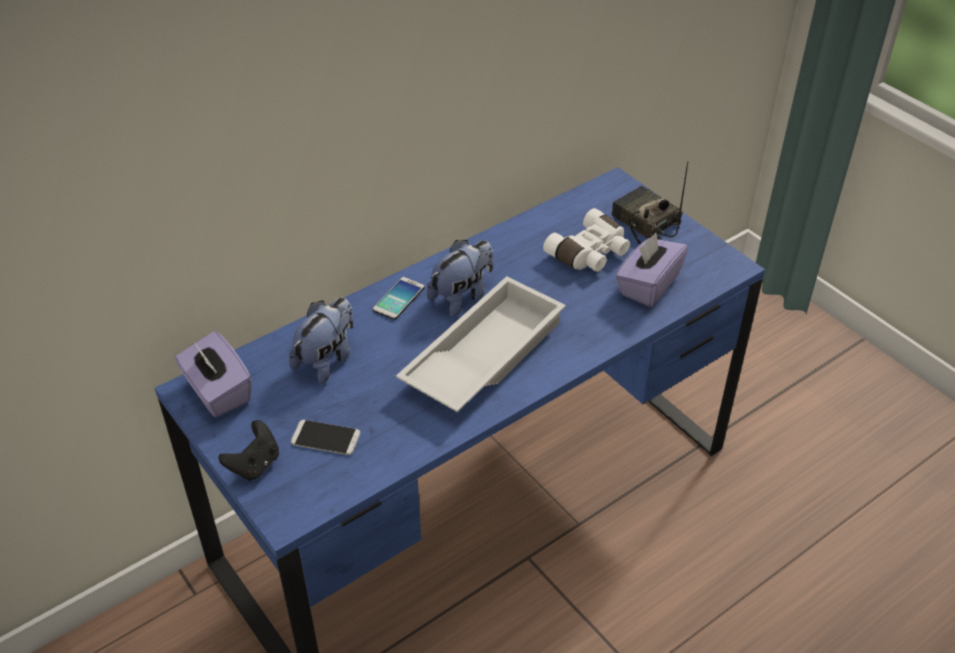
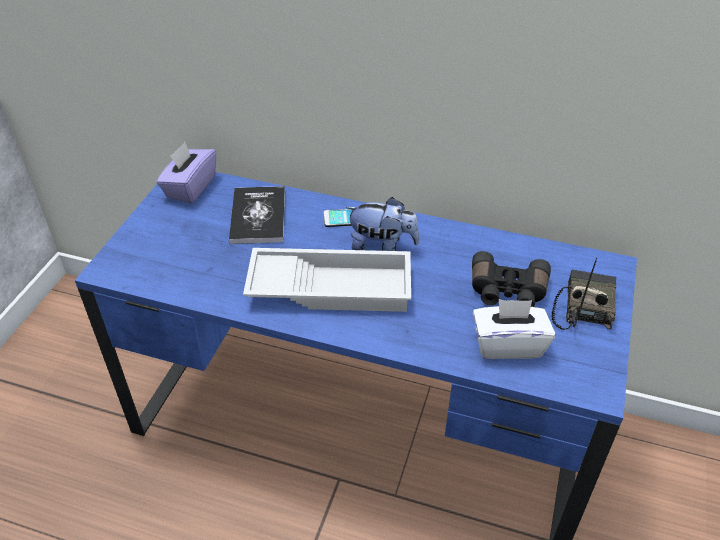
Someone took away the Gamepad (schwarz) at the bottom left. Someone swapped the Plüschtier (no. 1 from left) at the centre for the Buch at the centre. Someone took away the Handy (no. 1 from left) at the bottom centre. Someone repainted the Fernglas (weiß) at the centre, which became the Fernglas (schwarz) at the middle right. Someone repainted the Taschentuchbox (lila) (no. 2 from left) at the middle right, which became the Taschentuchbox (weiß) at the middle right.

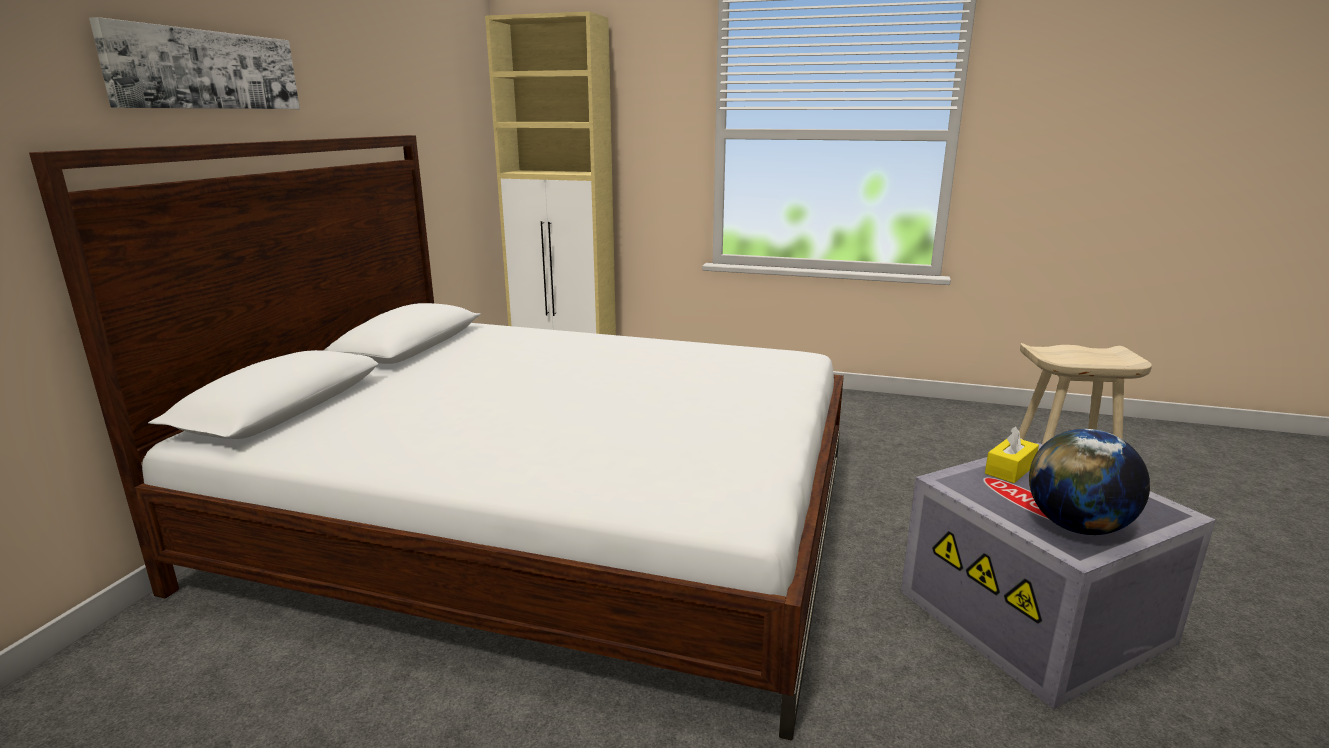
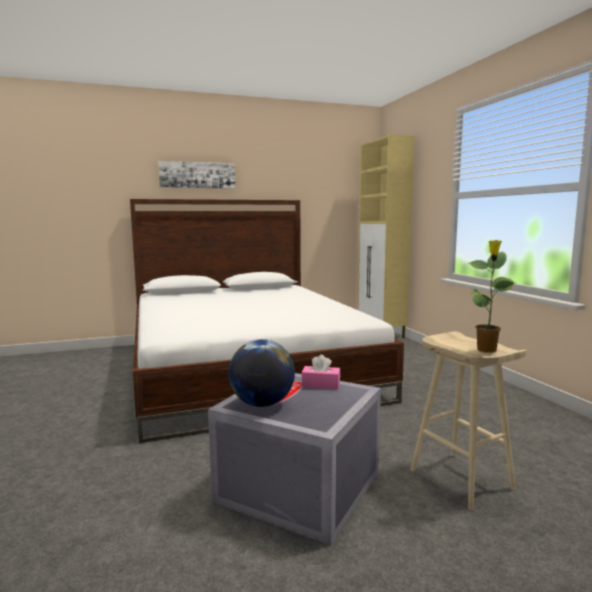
Someone repainted the Taschentuchbox (gelb) at the middle right, which became the Taschentuchbox (rosa) at the centre. Someone put down the Topfpflanze at the middle right.

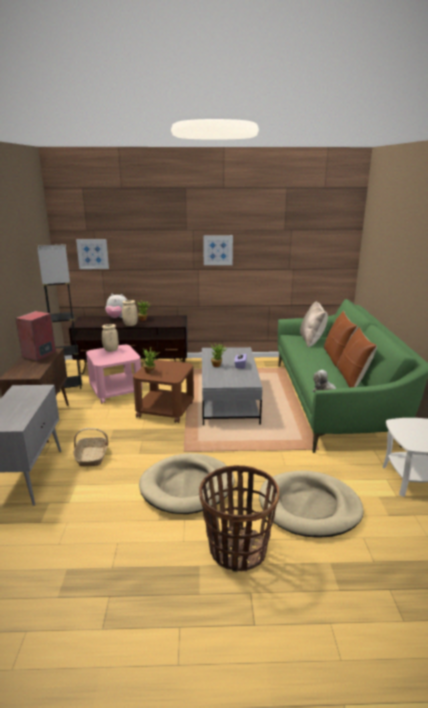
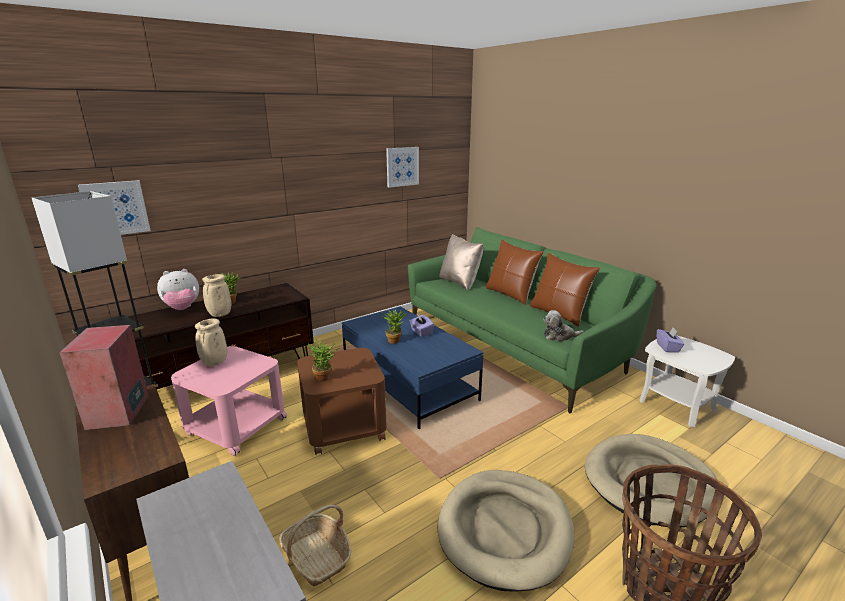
Someone repainted the Couchtisch (grau) at the centre, which became the Couchtisch (blau) at the centre. Someone carried the Bild (no. 2 from left) from the centre to the top centre. Someone put down the Taschentuchbox (lila) (no. 2 from left) at the middle right.

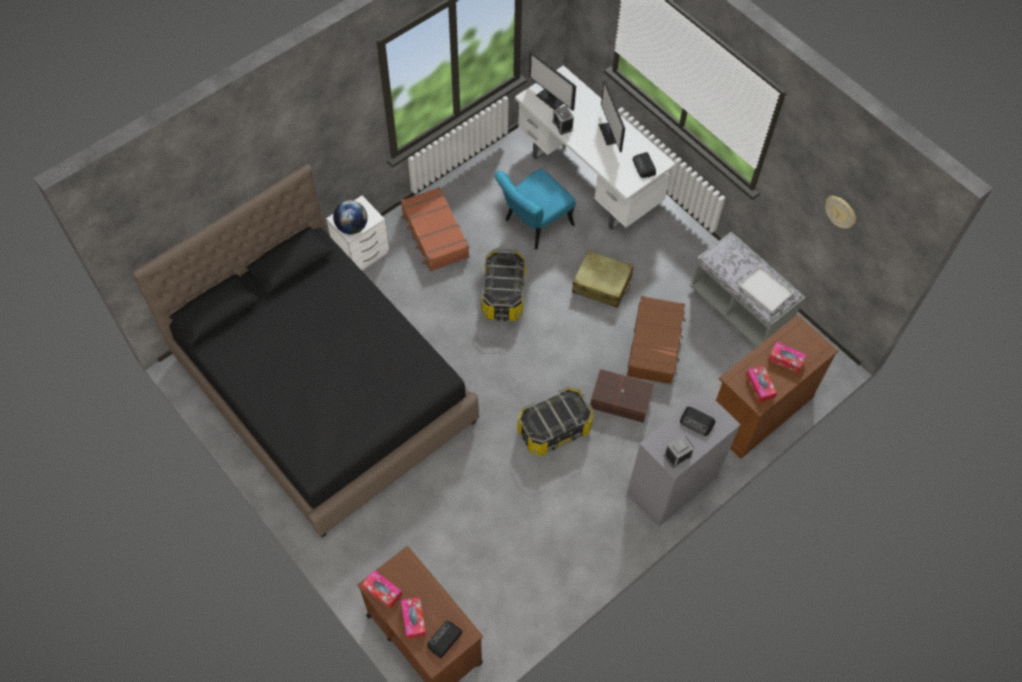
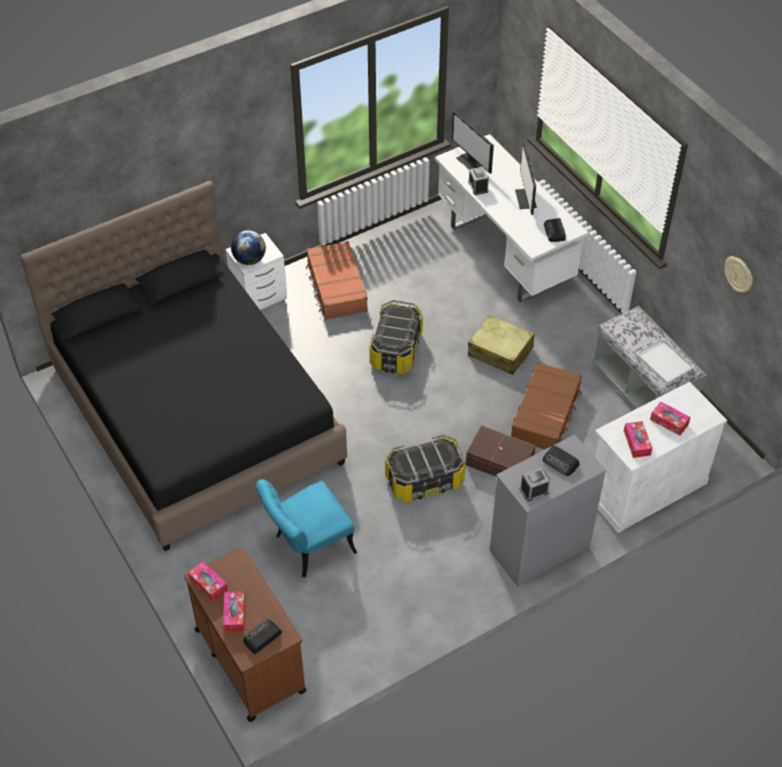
Someone carried the Stuhl (türkis) from the top centre to the bottom centre. Someone repainted the Schrank (braun) at the middle right, which became the Schrank (weiß) at the middle right.

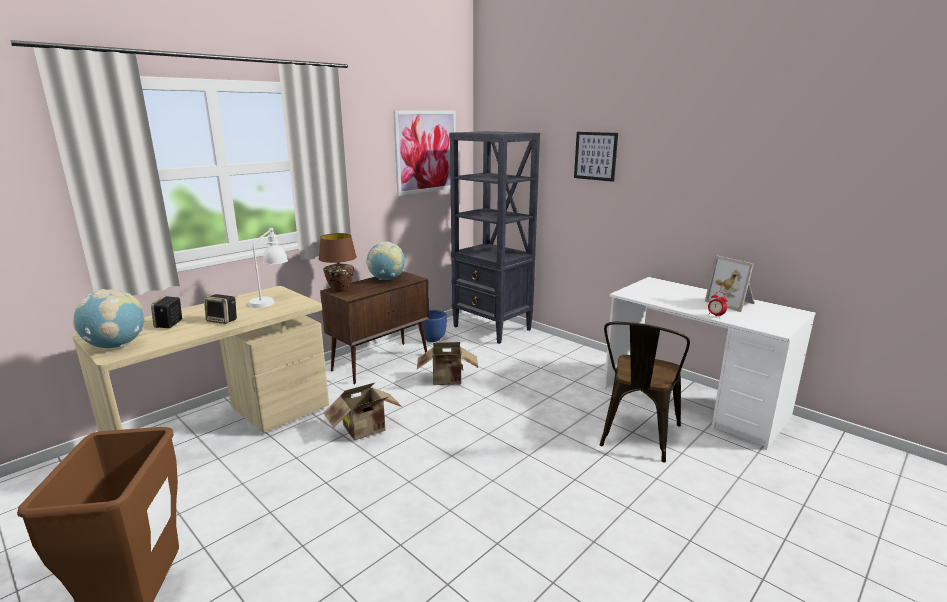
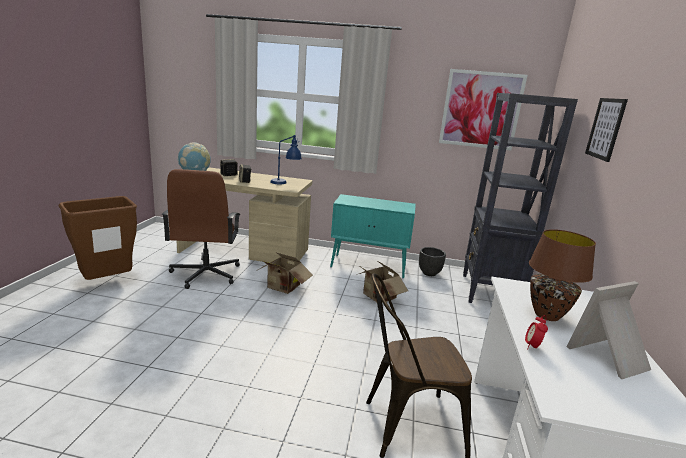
Someone repainted the Tischlampe (weiß) at the middle left, which became the Tischlampe (blau) at the centre. Someone carried the Tischlampe (braun) from the centre to the middle right. Someone repainted the Schrank (braun) at the centre, which became the Schrank (türkis) at the centre. Someone took away the Globus (no. 2 from left) at the centre. Someone repainted the Pflanzkübel (blau) at the centre, which became the Pflanzkübel (schwarz) at the centre. Someone rotated the Bilderrahmen at the middle right by 45 degrees clockwise. Someone put down the Bürostuhl (braun) at the middle left.

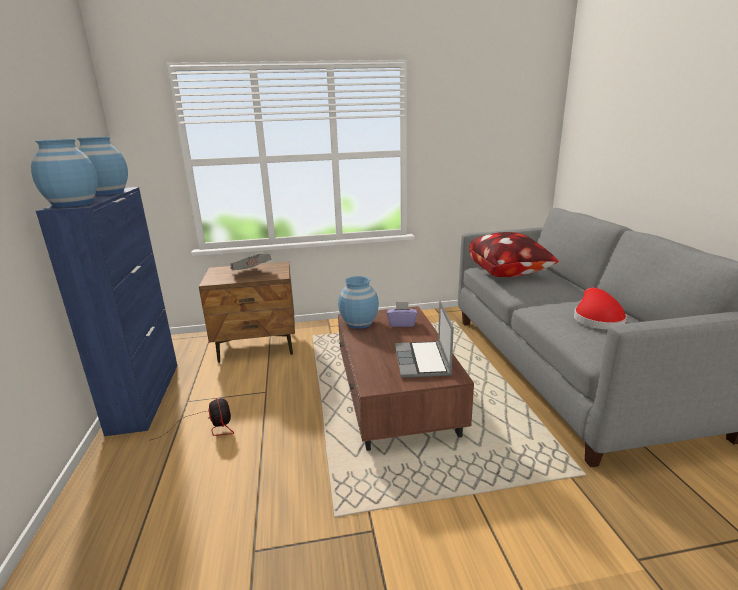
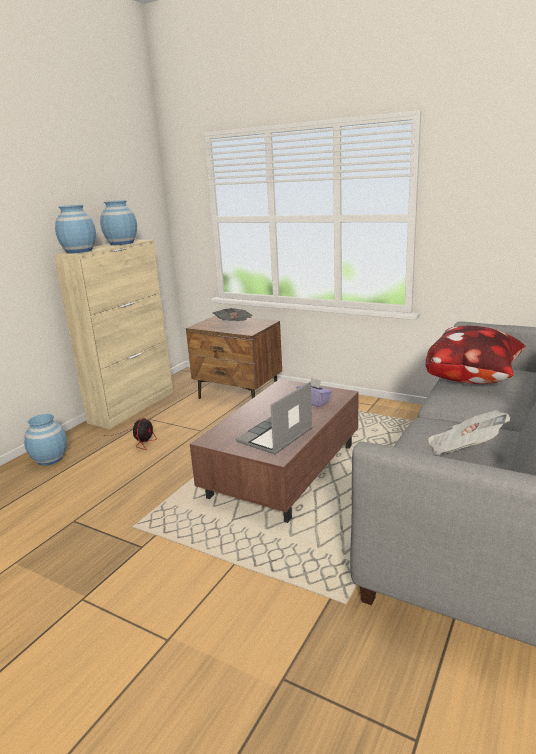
Someone repainted the Schrank (blau) at the middle left, which became the Schrank (beige) at the middle left. Someone carried the Vase (blau) (no. 3 from left in the first image) from the centre to the middle left. Someone swapped the Hut (rot) at the middle right for the Zeitung (no. 2 from left) at the middle right.

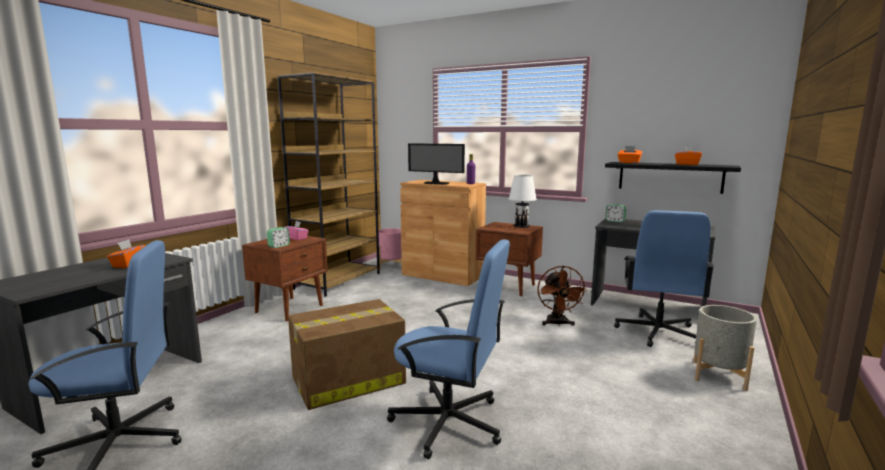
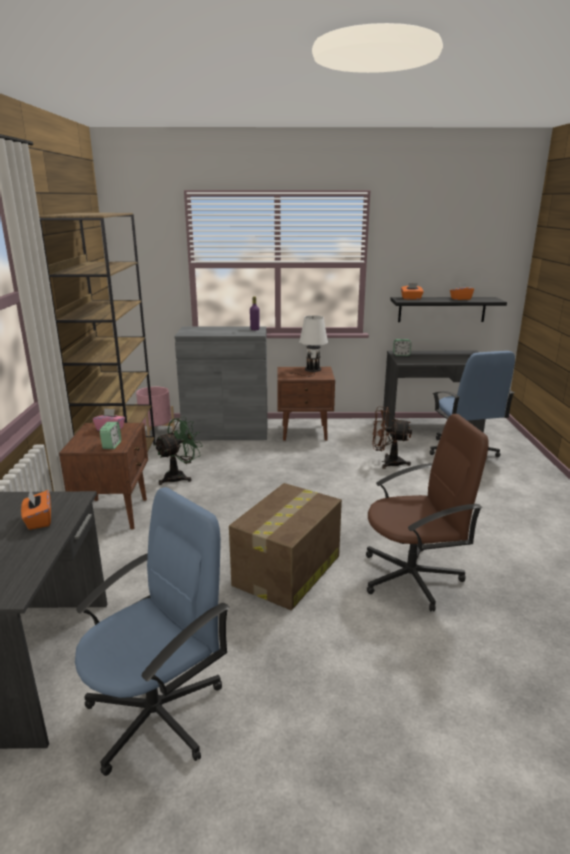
Someone repainted the Bürostuhl (blau) (no. 2 from left) at the bottom centre, which became the Bürostuhl (braun) at the middle right. Someone repainted the Schrank (braun) at the centre, which became the Schrank (grau) at the centre. Someone took away the Monitor at the centre. Someone rotated the Ventilator (braun) at the centre by 135 degrees clockwise. Someone took away the Pflanzkübel (grau) at the bottom right. Someone put down the Ventilator (grün) at the middle left.

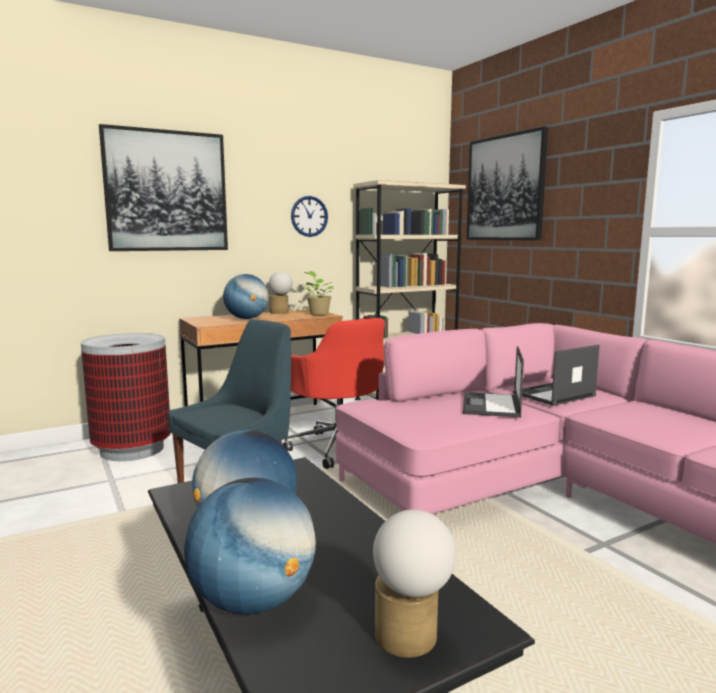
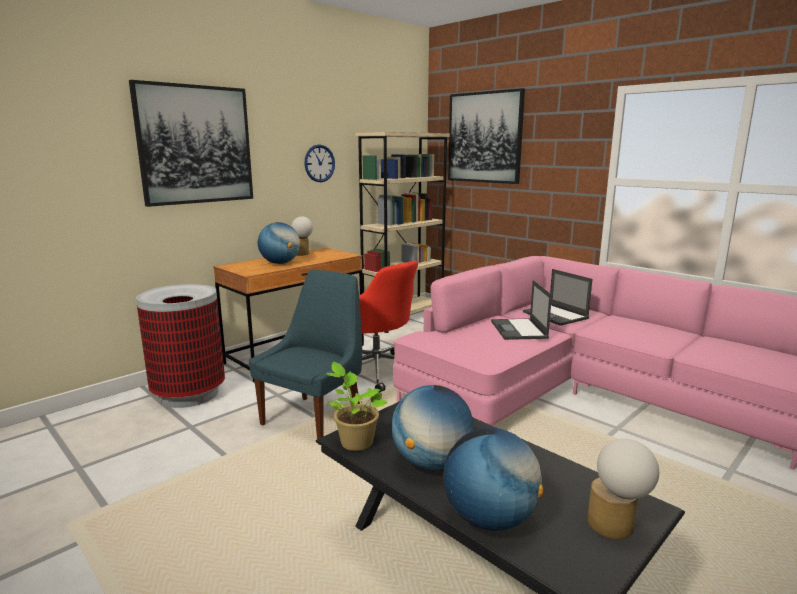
Someone carried the Topfpflanze from the centre to the bottom centre. Someone rotated the Laptop (no. 2 from left) at the middle right by 75 degrees counterclockwise.

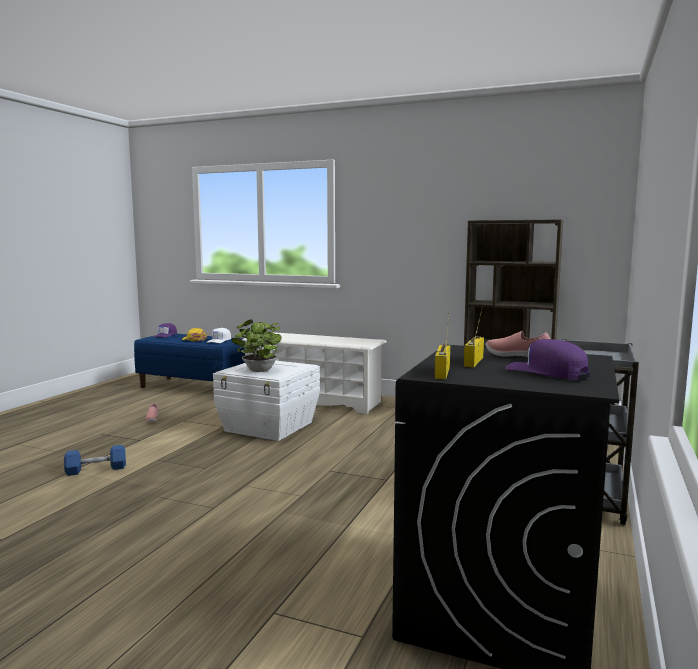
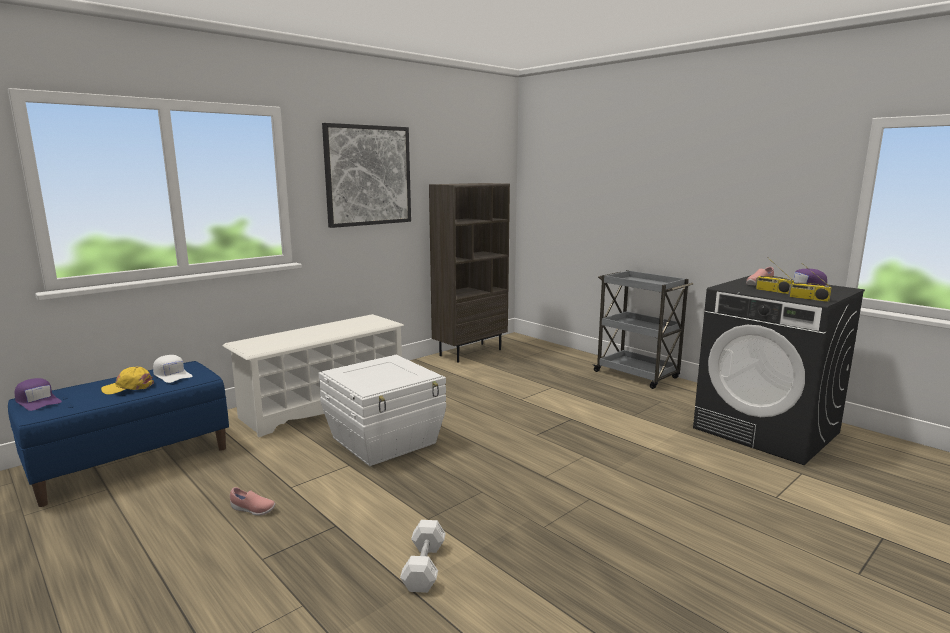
Someone repainted the Hantel (blau) at the bottom left, which became the Hantel (weiß) at the bottom centre. Someone took away the Topfpflanze at the centre. Someone put up the Bild at the top centre.

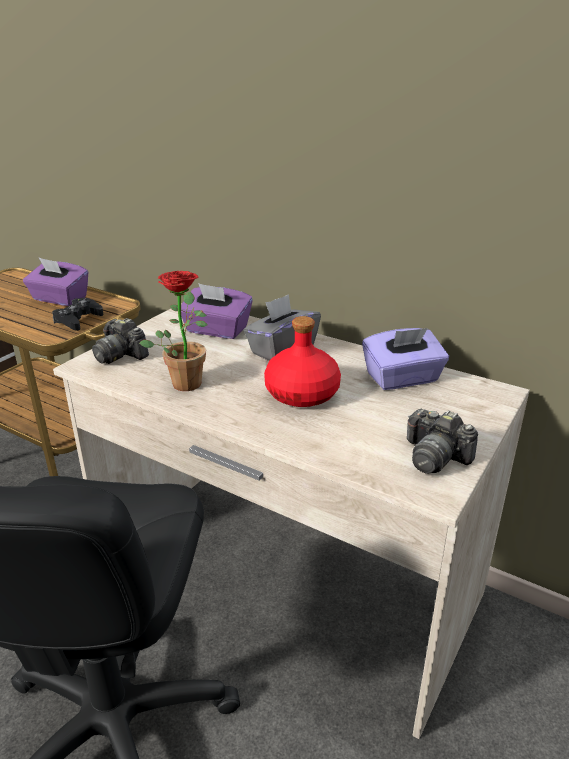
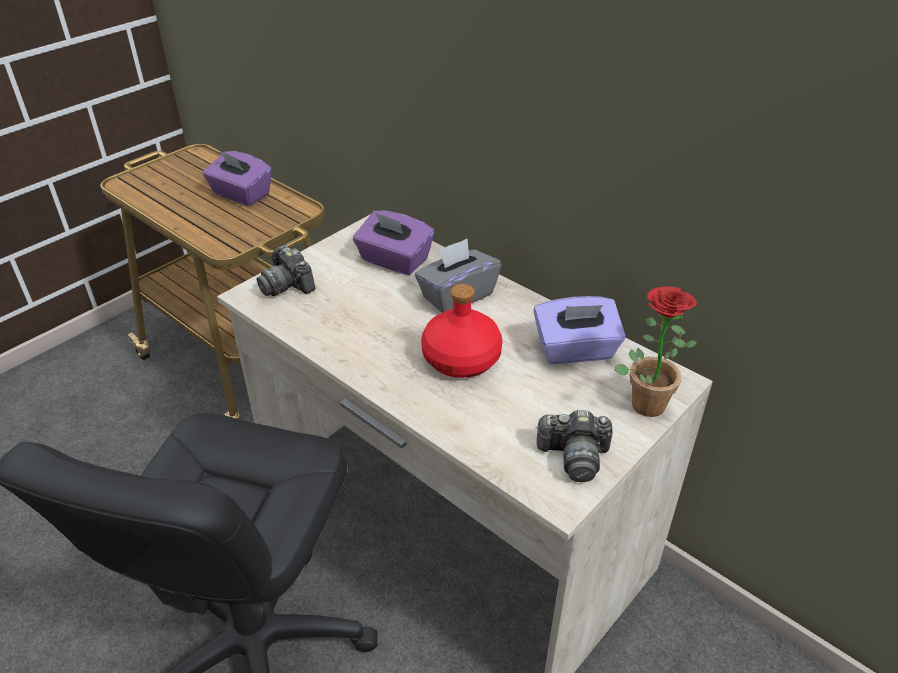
Someone took away the Gamepad (schwarz) at the middle left. Someone carried the Topfpflanze from the middle left to the middle right. Someone rotated the Kamera (no. 2 from left) at the middle right by 45 degrees counterclockwise.

